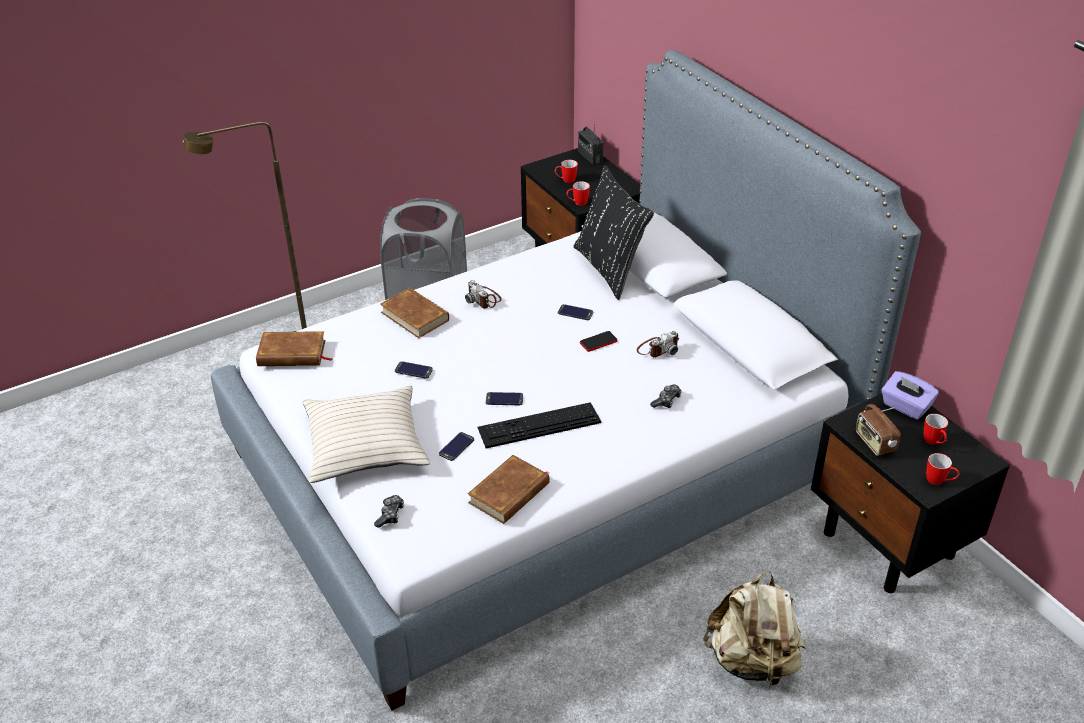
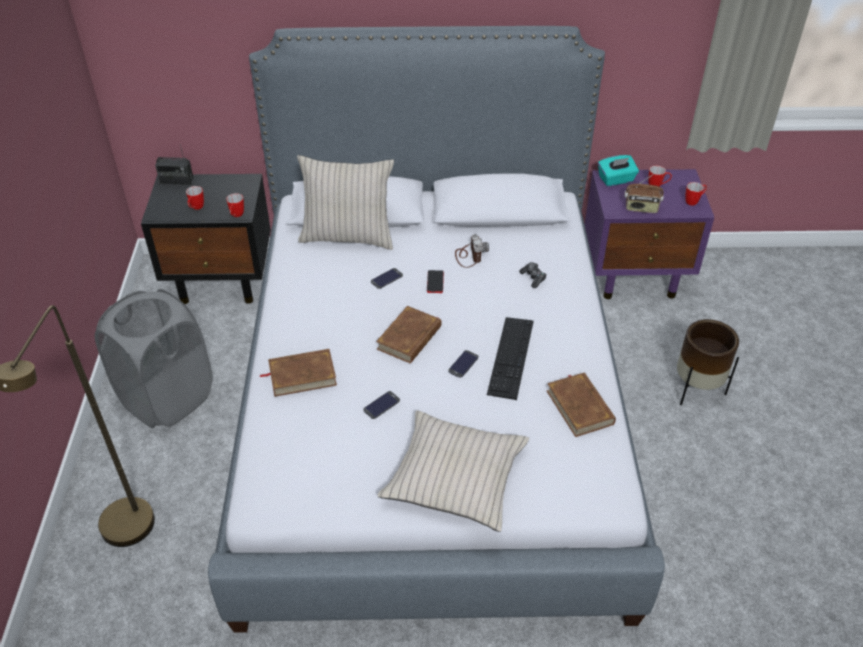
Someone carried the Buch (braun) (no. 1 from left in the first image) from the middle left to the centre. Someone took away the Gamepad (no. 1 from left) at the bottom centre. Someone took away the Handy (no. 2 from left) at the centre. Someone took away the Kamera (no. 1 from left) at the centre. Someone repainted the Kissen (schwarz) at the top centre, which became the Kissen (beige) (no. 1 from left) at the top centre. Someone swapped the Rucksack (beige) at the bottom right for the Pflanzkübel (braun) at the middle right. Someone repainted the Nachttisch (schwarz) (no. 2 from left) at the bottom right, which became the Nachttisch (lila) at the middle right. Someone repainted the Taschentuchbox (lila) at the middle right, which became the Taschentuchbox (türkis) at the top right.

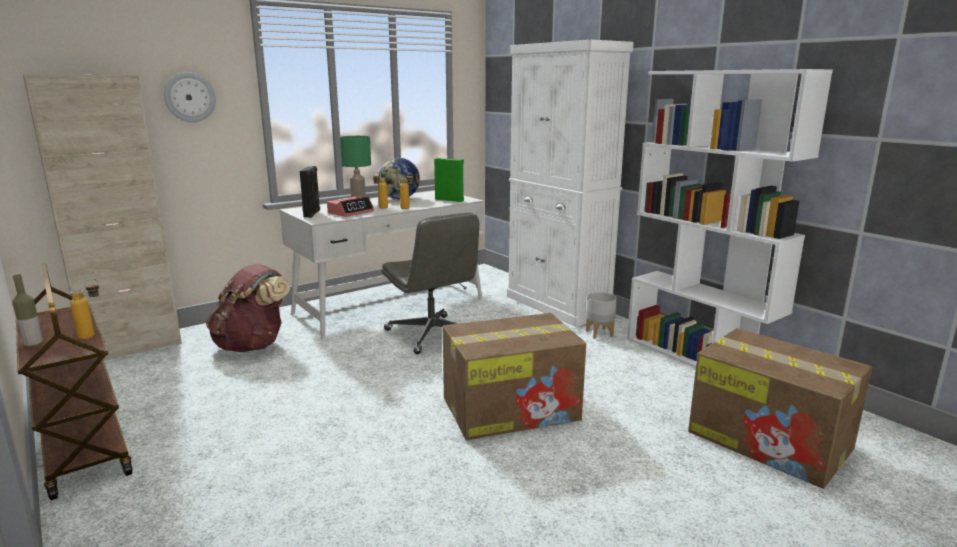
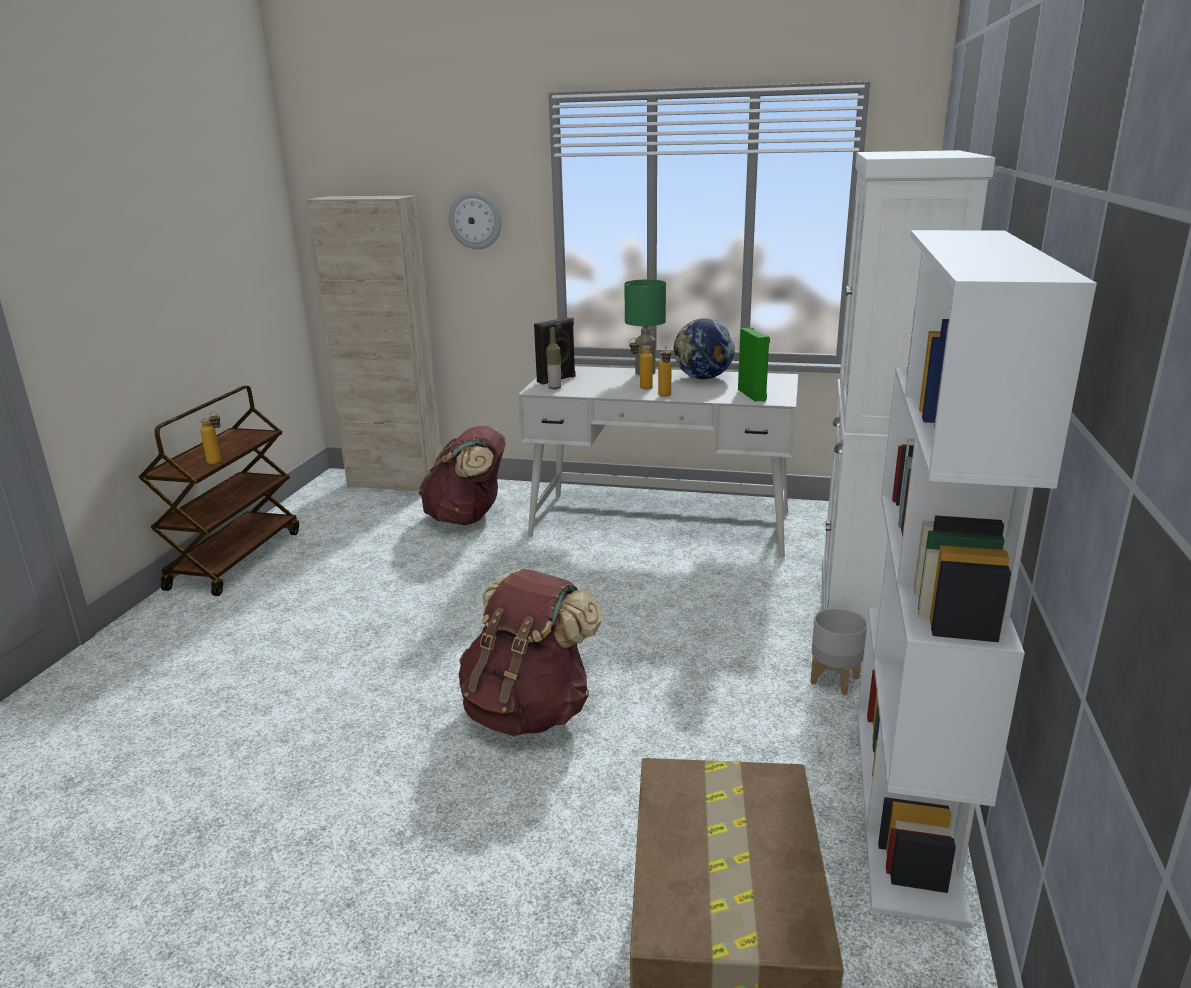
Someone carried the Flasche (no. 1 from left in the first image) from the middle left to the centre. Someone took away the Wecker at the centre. Someone took away the Bürostuhl (grau) at the centre. Someone swapped the Karton (no. 1 from left) at the bottom centre for the Rucksack (braun) (no. 2 from left) at the centre.

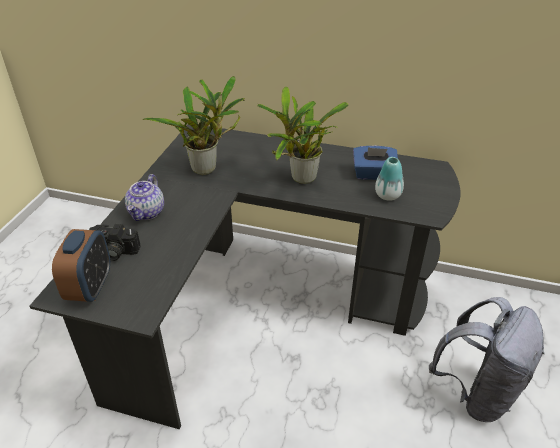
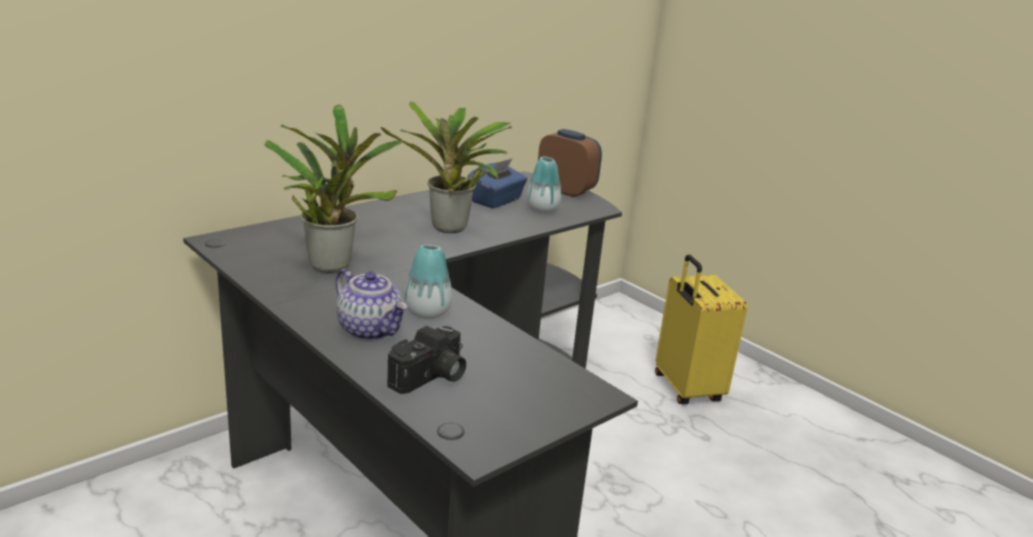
Someone carried the Wecker from the middle left to the top centre. Someone swapped the Rucksack (grau) at the bottom right for the Koffer (gelb) at the middle right. Someone put down the Vase (no. 1 from left) at the centre.

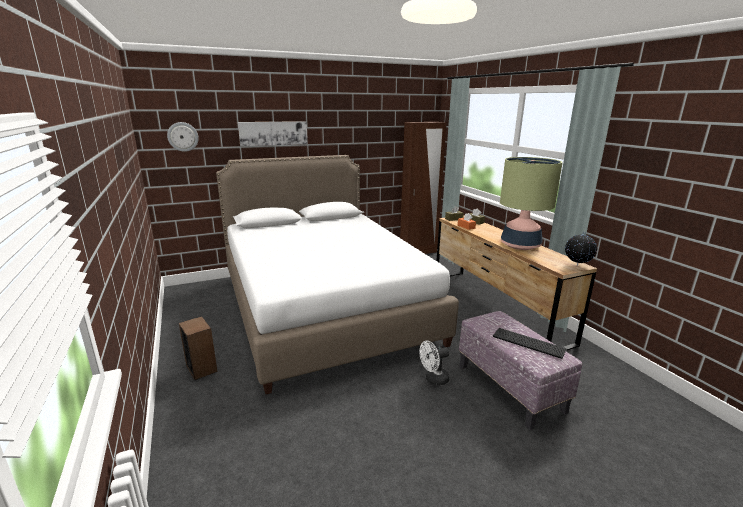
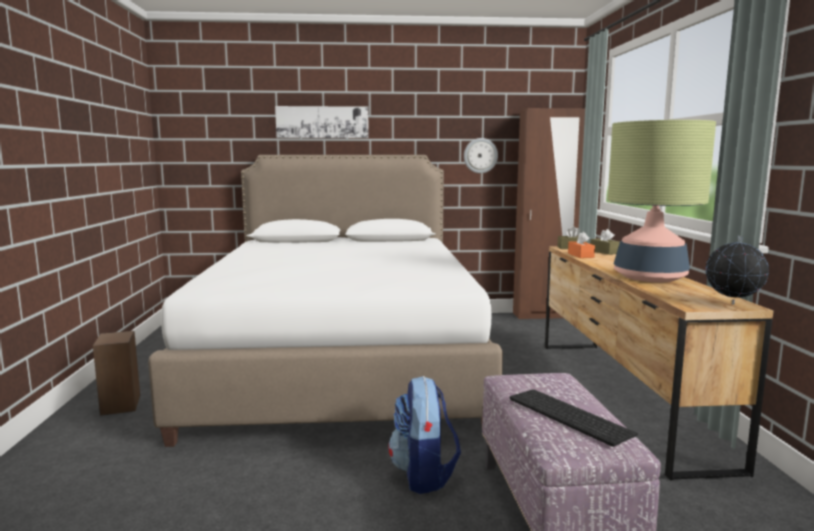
Someone carried the Wanduhr from the top left to the top centre. Someone swapped the Ventilator (weiß) at the bottom centre for the Rucksack at the bottom centre.

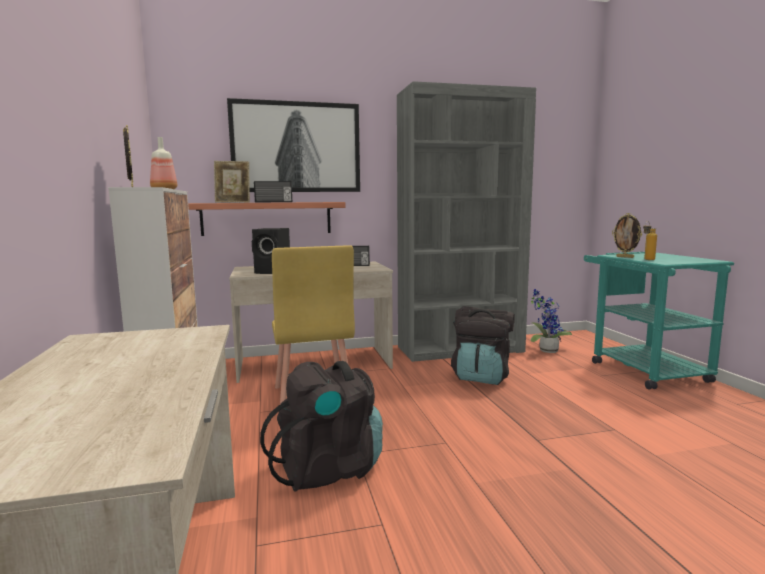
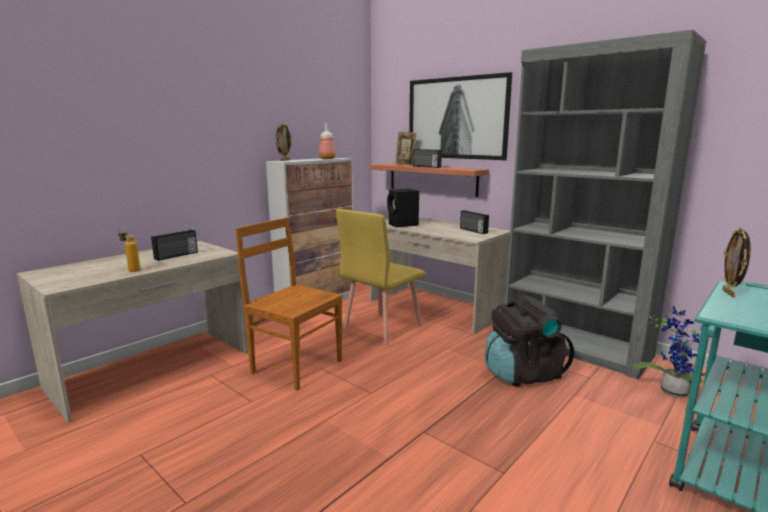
Someone swapped the Rucksack (schwarz) (no. 1 from left) at the bottom centre for the Stuhl (braun) at the centre. Someone carried the Flasche (no. 2 from left in the first image) from the middle right to the middle left. Someone put down the Radio (no. 1 from left) at the middle left.

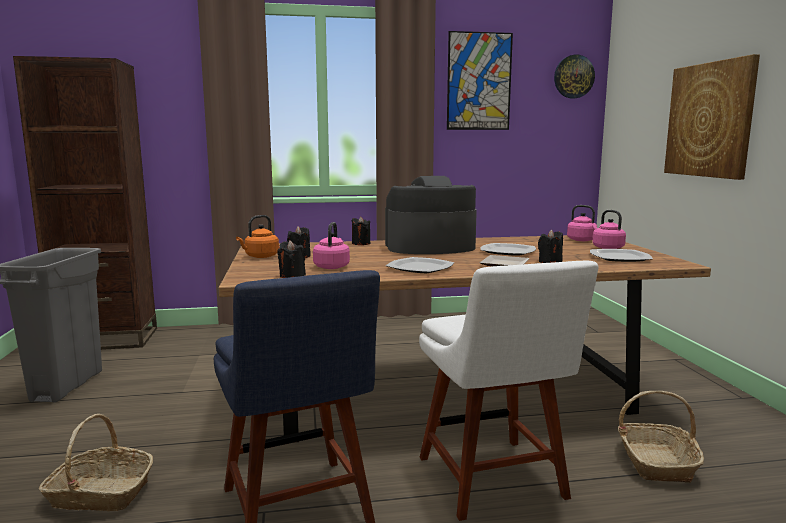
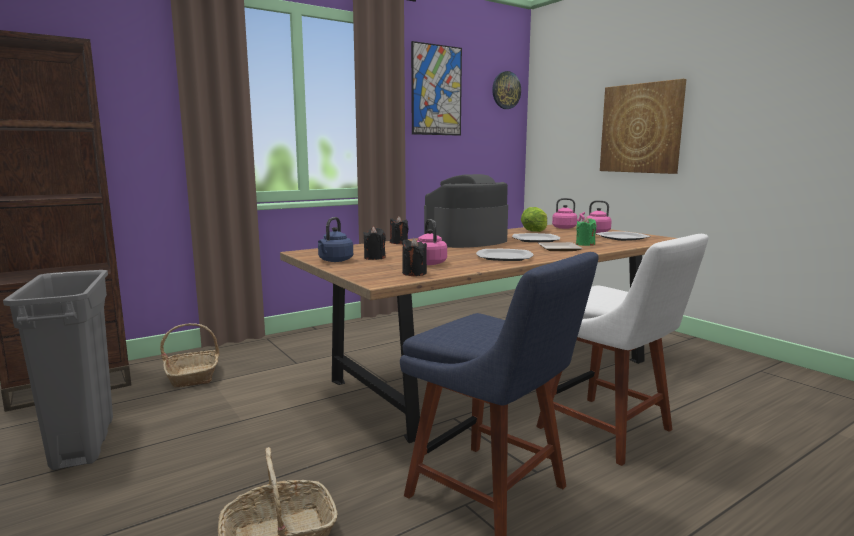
Someone repainted the Wasserkessel (orange) at the middle left, which became the Wasserkessel (blau) at the centre. Someone repainted the Kerze (schwarz) (no. 4 from left) at the middle right, which became the Kerze (grün) at the middle right. Someone carried the Korb (no. 2 from left in the first image) from the bottom right to the middle left. Someone put down the Salatkopf at the centre.

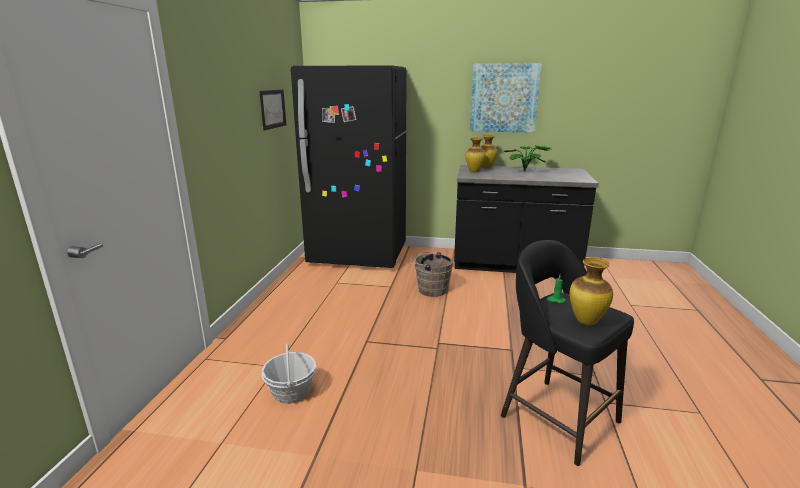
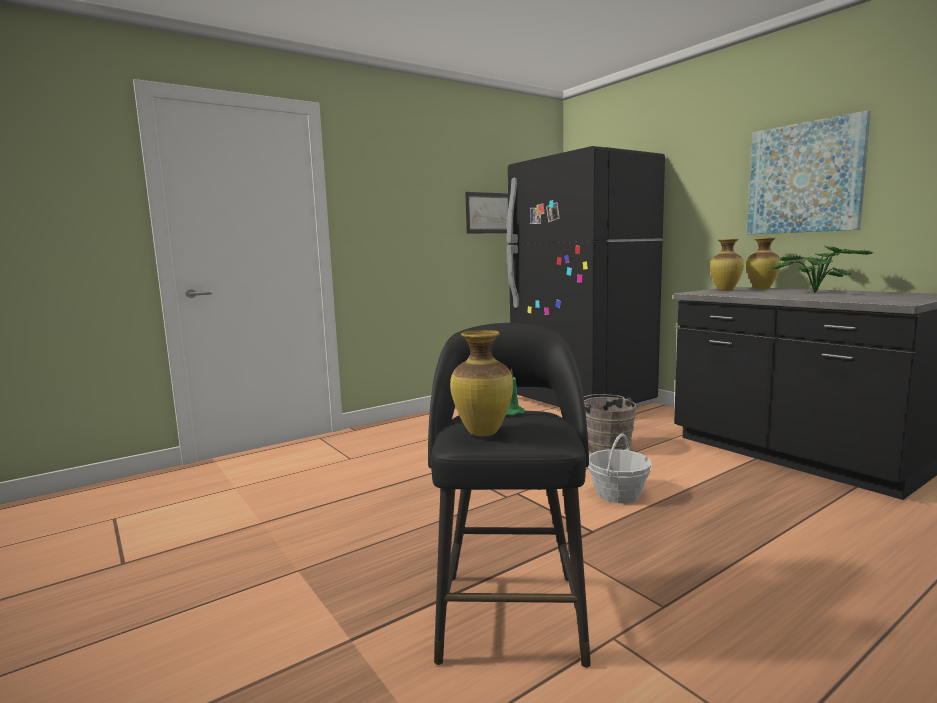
Someone carried the Korb from the bottom centre to the centre.

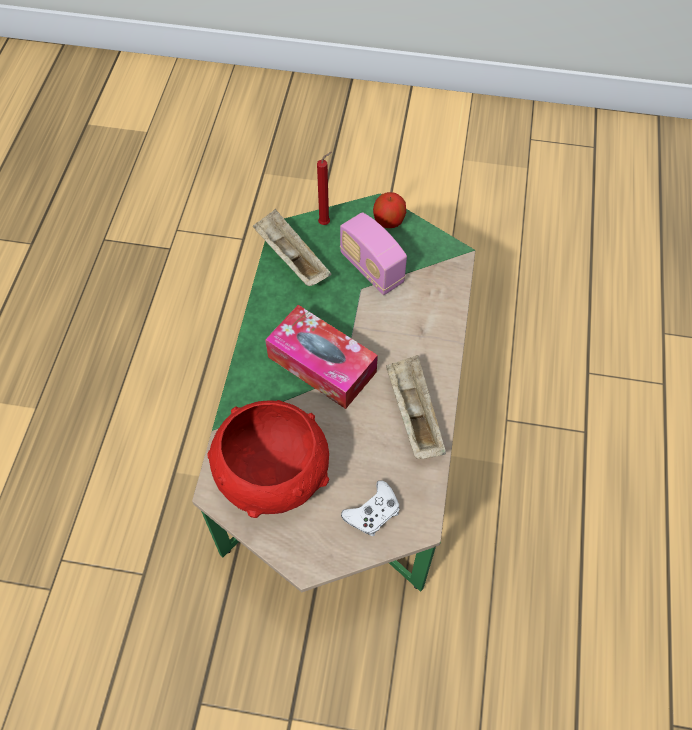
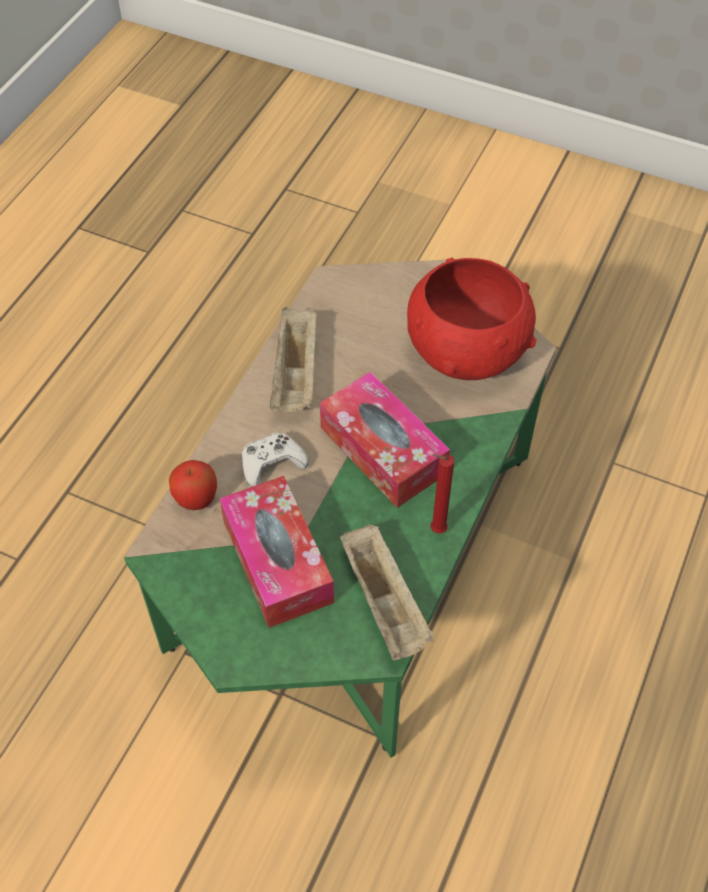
Someone carried the Kerze (rot) from the top centre to the centre. Someone swapped the Radio at the centre for the Taschentuchbox (no. 1 from left) at the centre. Someone carried the Gamepad (weiß) from the bottom centre to the centre. Someone carried the Apfel from the top centre to the middle left.

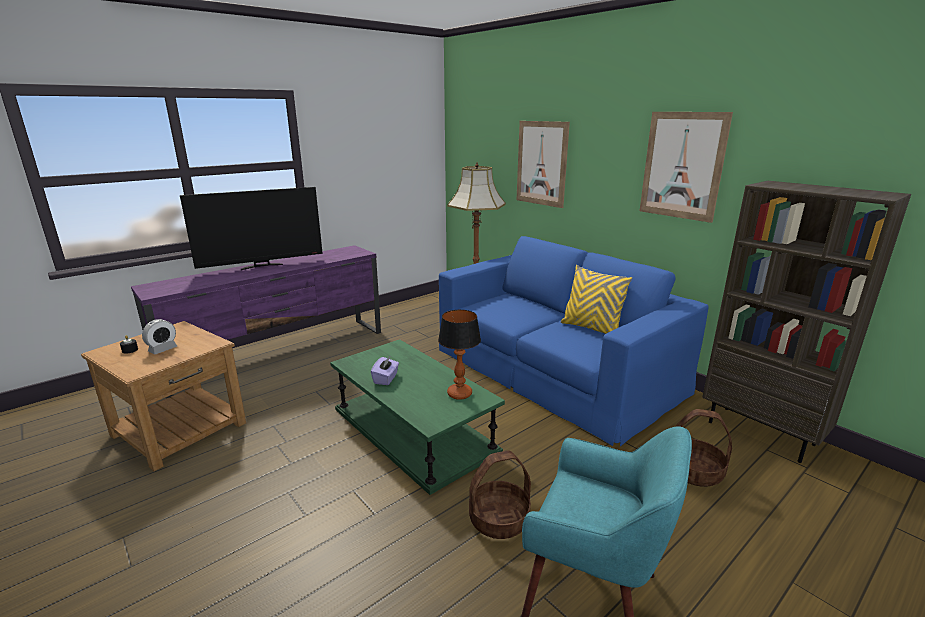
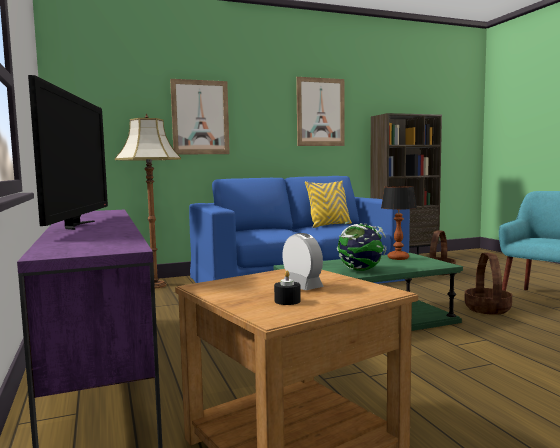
Someone swapped the Taschentuchbox (lila) at the centre for the Globus at the centre.

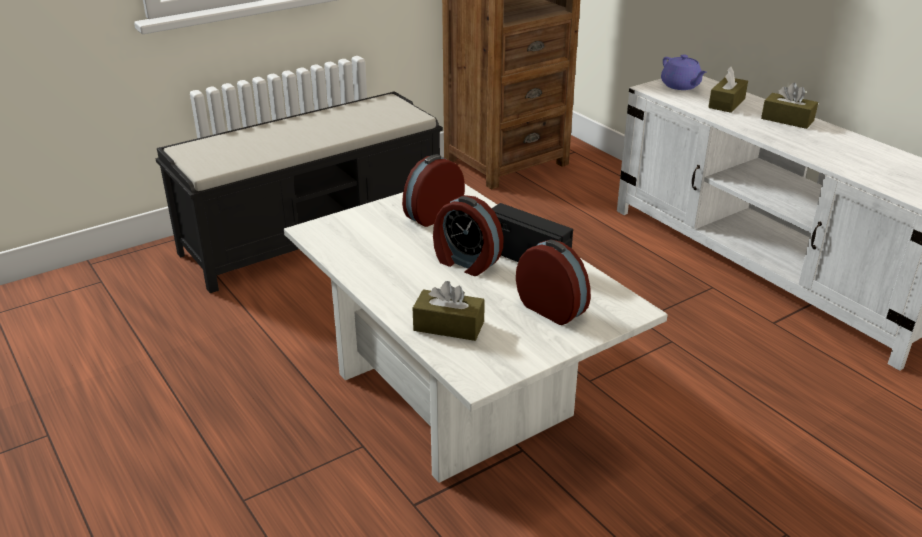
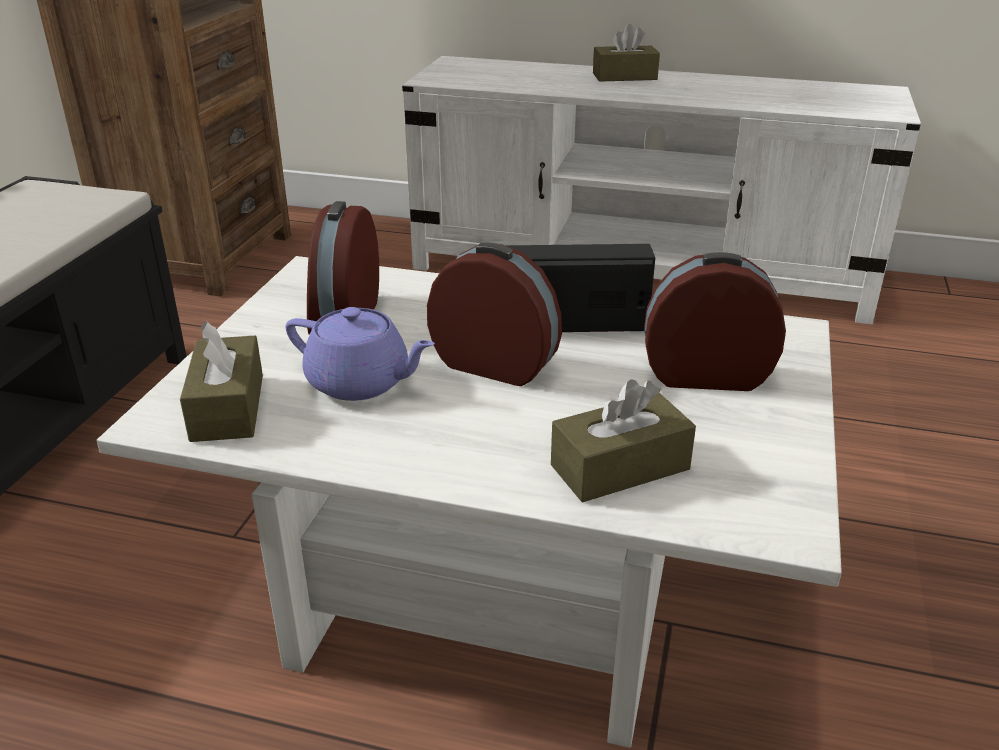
Someone rotated the Wecker (no. 2 from left) at the centre by 150 degrees counterclockwise. Someone carried the Teekanne (lila) from the top right to the centre. Someone carried the Taschentuchbox (braun) (no. 2 from left in the first image) from the top right to the middle left.

